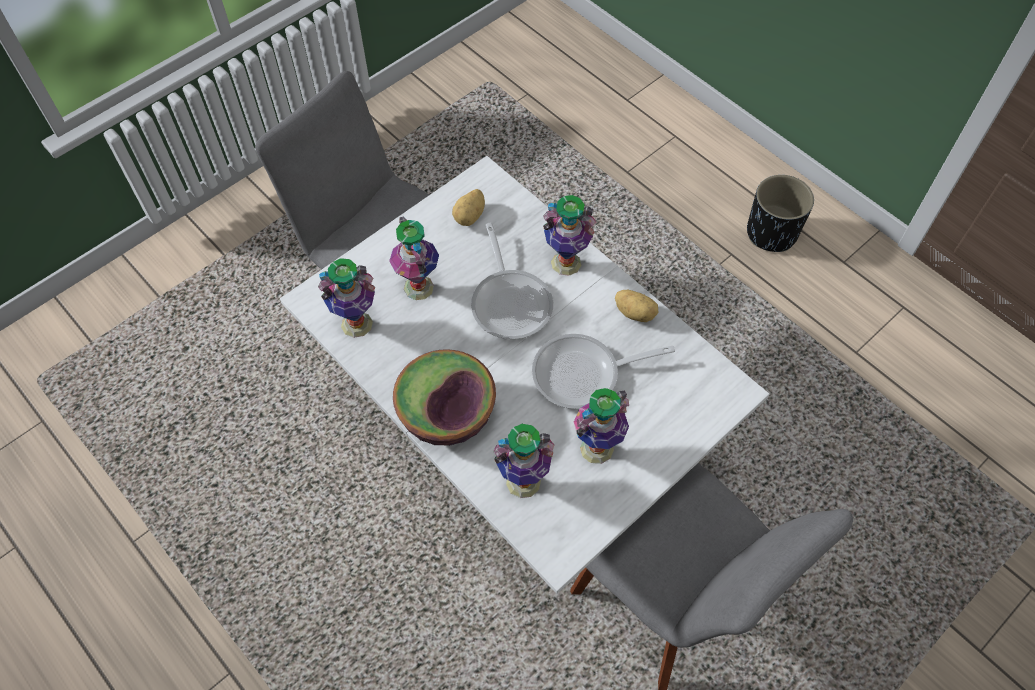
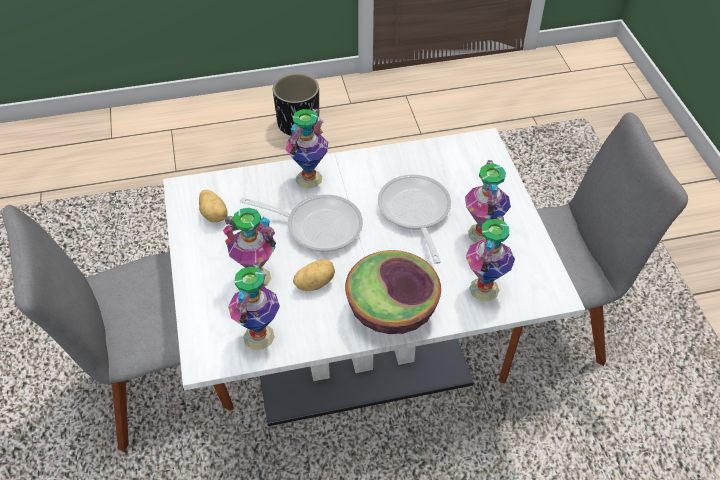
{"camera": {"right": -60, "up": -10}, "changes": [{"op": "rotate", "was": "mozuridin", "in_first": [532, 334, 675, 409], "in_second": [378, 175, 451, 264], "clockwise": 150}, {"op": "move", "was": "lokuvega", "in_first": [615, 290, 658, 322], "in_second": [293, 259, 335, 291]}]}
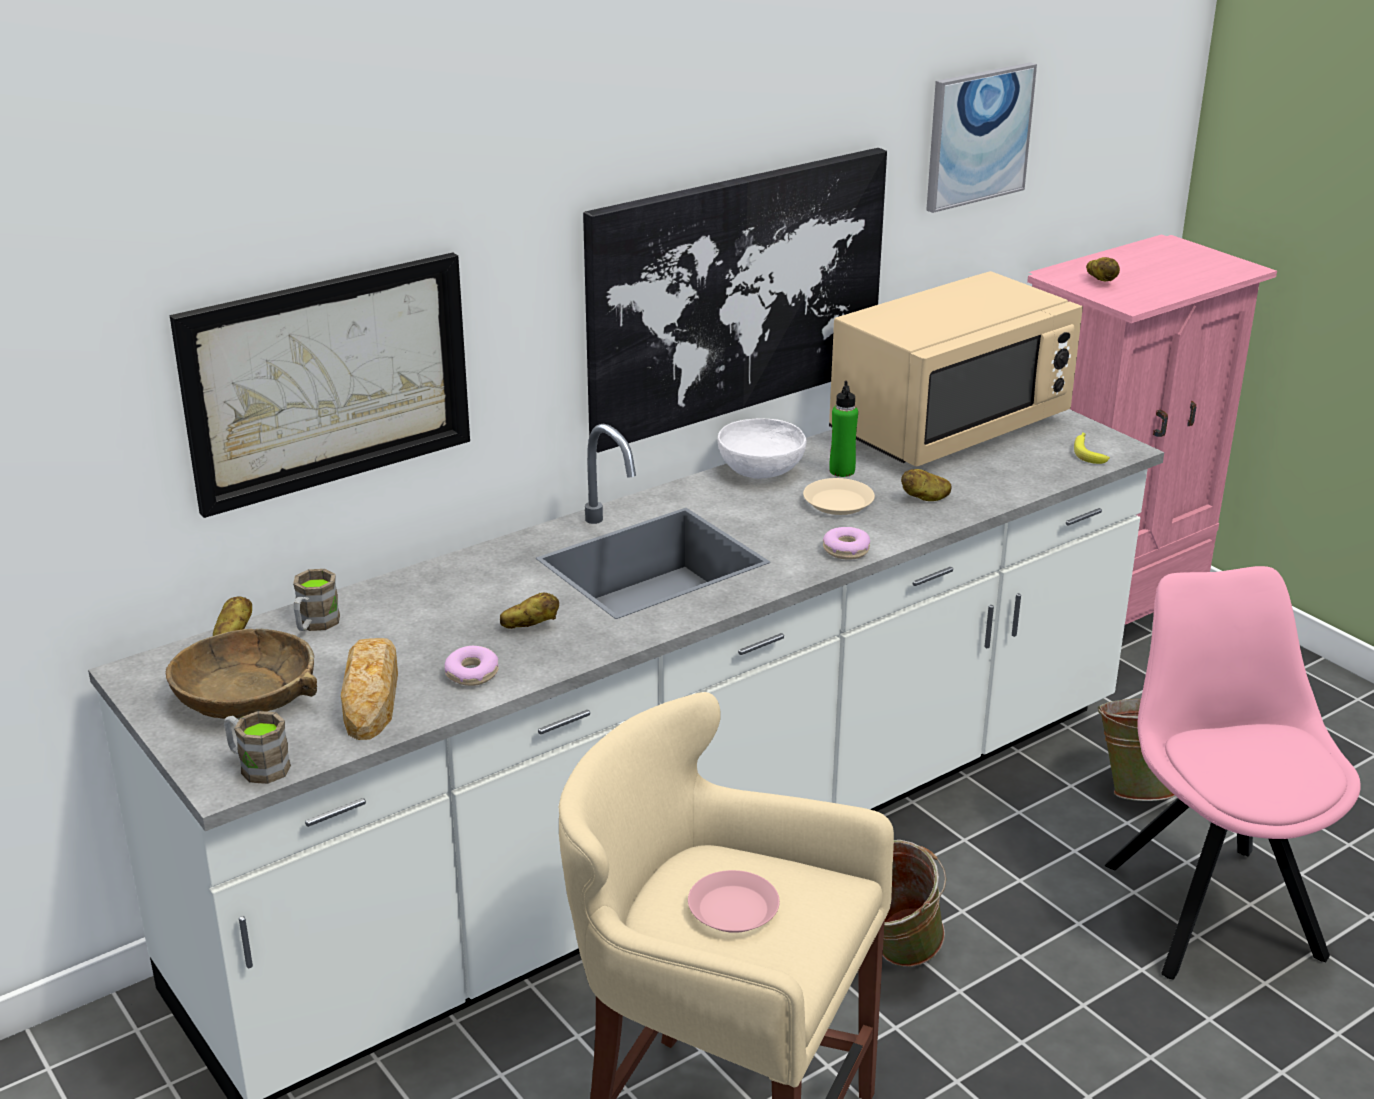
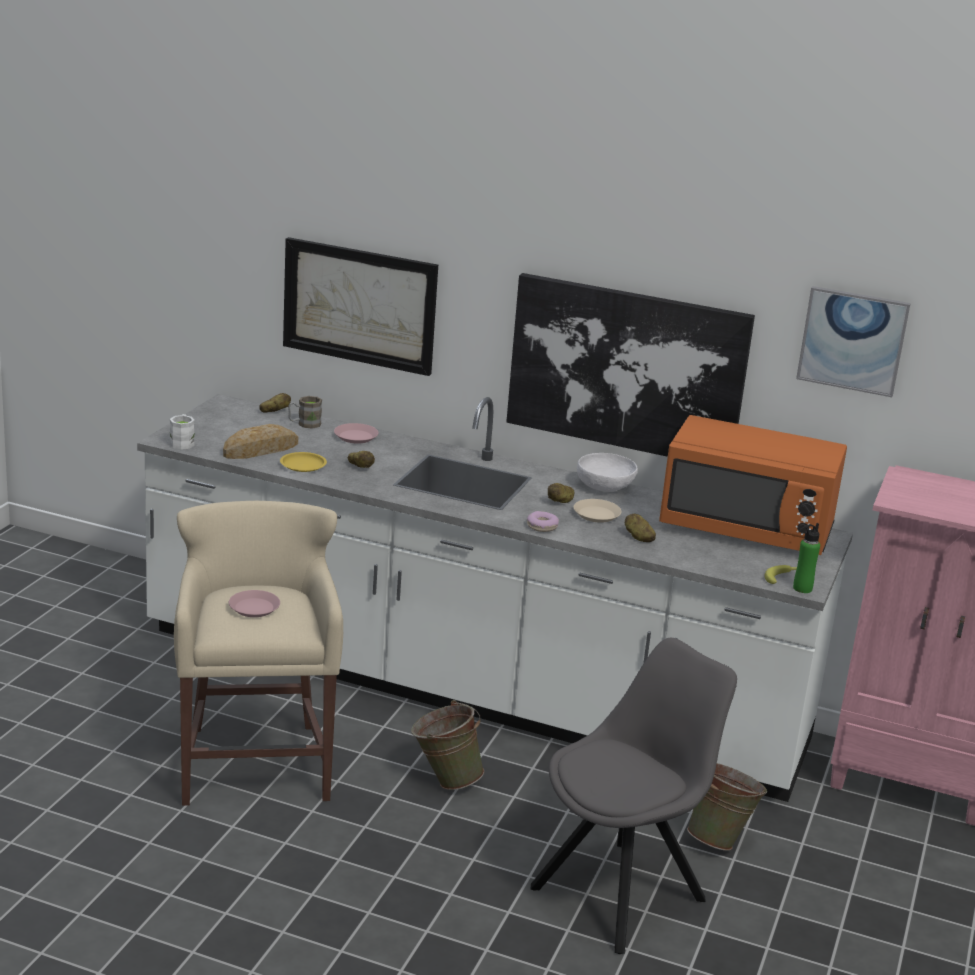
{"camera": {"right": 55, "up": -5}, "changes": [{"op": "delete", "was": "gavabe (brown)", "in_first": [166, 629, 317, 719]}, {"op": "recolor", "was": "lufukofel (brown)", "now": "lufukofel (white)", "in_first": [224, 711, 291, 784], "in_second": [170, 414, 195, 450]}, {"op": "replace", "was": "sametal", "now": "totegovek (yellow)", "in_first": [445, 646, 499, 686], "in_second": [280, 452, 327, 472]}, {"op": "recolor", "was": "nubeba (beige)", "now": "nubeba (orange)", "in_first": [829, 271, 1083, 466], "in_second": [659, 415, 847, 555]}, {"op": "move", "was": "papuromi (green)", "in_first": [829, 381, 858, 477], "in_second": [793, 523, 820, 593]}, {"op": "move", "was": "lokuvega", "in_first": [1086, 257, 1120, 281], "in_second": [548, 483, 574, 503]}, {"op": "recolor", "was": "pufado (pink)", "now": "pufado (grey)", "in_first": [1105, 566, 1361, 980], "in_second": [531, 637, 737, 954]}, {"op": "insert", "now": "totegovek (pink)", "in_second": [334, 423, 378, 444]}]}
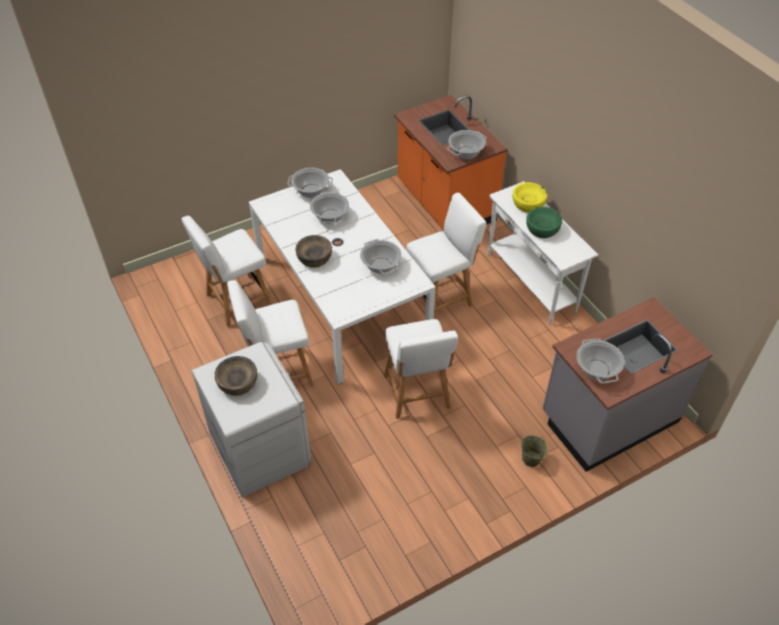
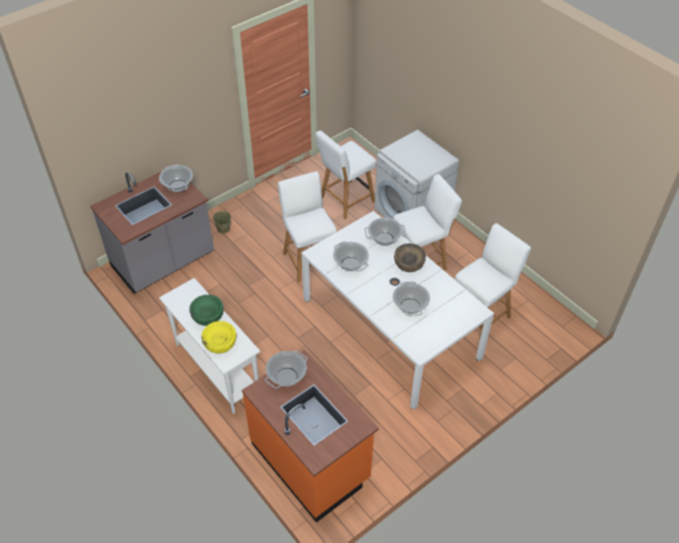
{"camera": {"right": 170, "up": 0}, "changes": [{"op": "delete", "was": "gavabe (brown)", "in_first": [215, 356, 257, 396]}, {"op": "move", "was": "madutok", "in_first": [288, 168, 333, 198], "in_second": [365, 217, 406, 246]}, {"op": "move", "was": "pufado (white)", "in_first": [406, 192, 487, 312], "in_second": [315, 131, 377, 219]}]}
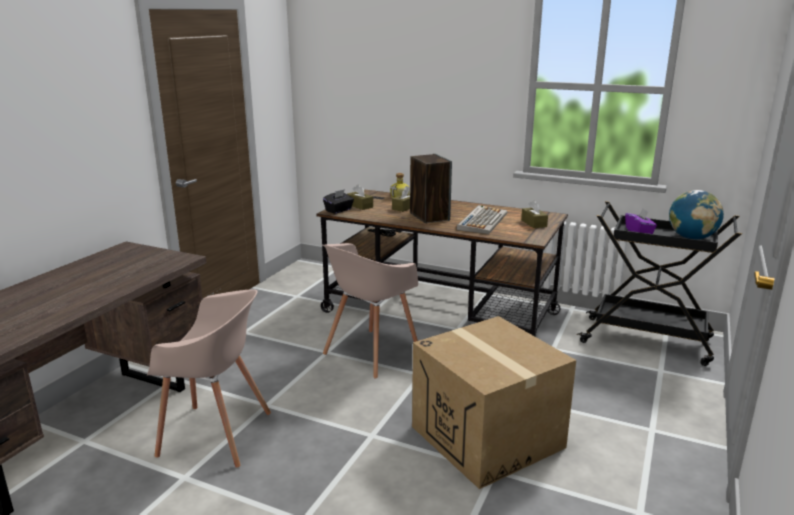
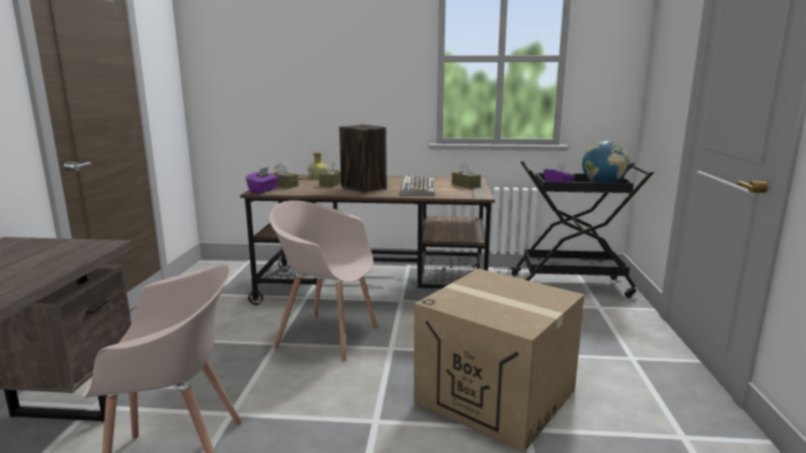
{"camera": {"right": -20, "up": -5}, "changes": [{"op": "recolor", "was": "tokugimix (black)", "now": "tokugimix (purple)", "in_first": [323, 189, 354, 214], "in_second": [246, 167, 279, 193]}, {"op": "rotate", "was": "pufado (beige)", "in_first": [323, 243, 418, 379], "in_second": [269, 200, 378, 361], "clockwise": 90}]}
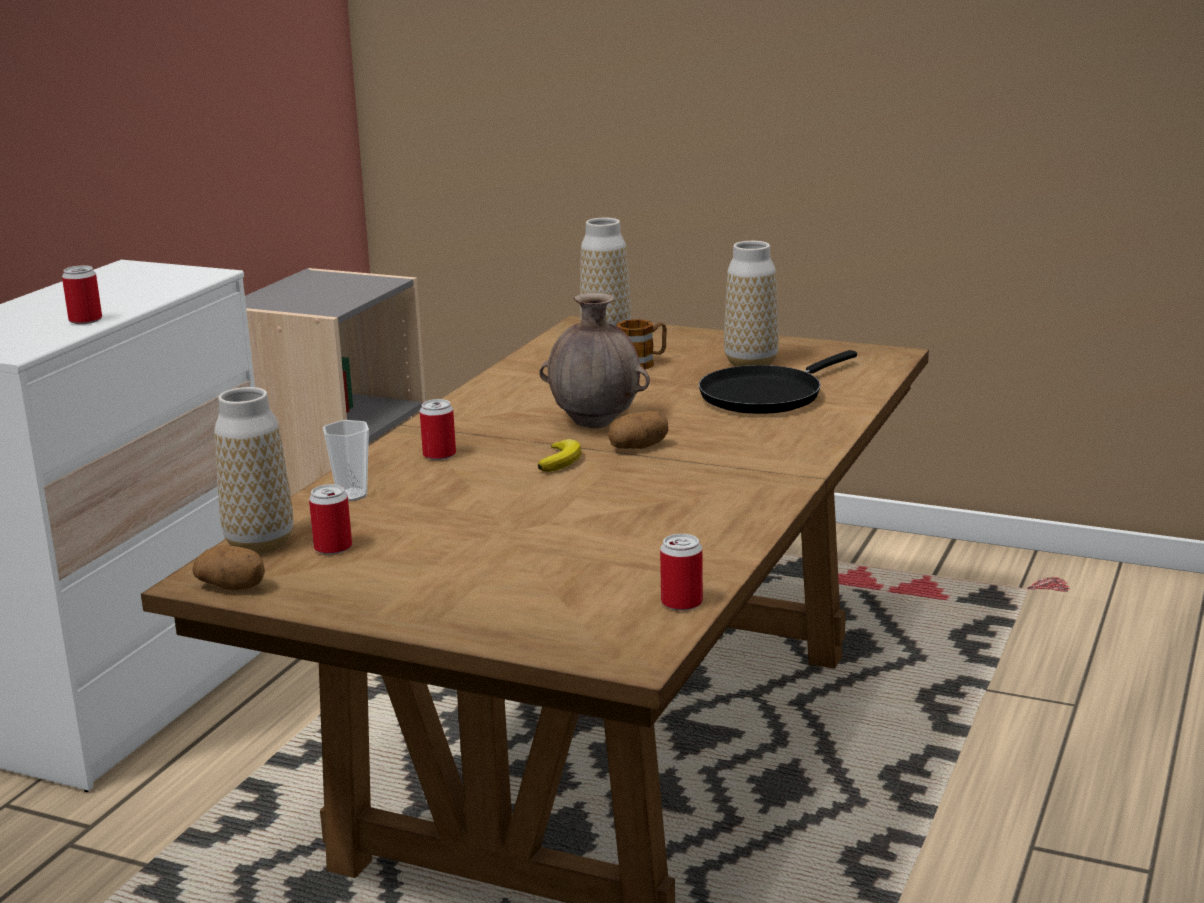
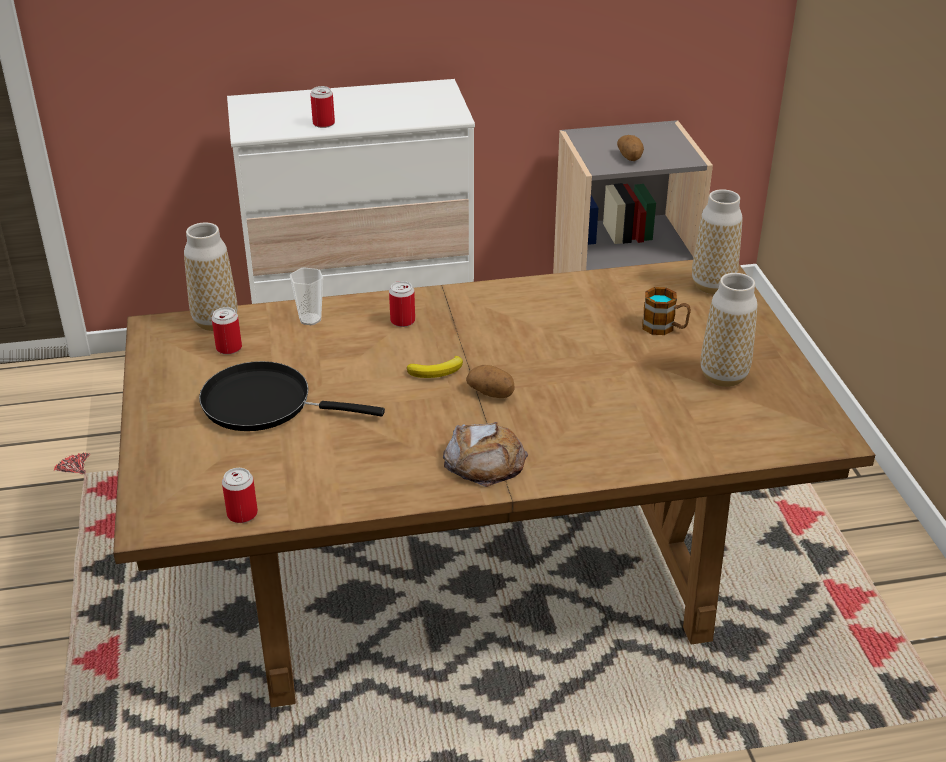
{"camera": {"right": 55, "up": 15}, "changes": [{"op": "move", "was": "lokuvega", "in_first": [193, 545, 265, 590], "in_second": [617, 135, 644, 161]}, {"op": "delete", "was": "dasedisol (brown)", "in_first": [540, 292, 650, 428]}, {"op": "move", "was": "mozuridin (black)", "in_first": [699, 350, 857, 414], "in_second": [199, 361, 385, 431]}, {"op": "insert", "now": "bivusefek", "in_second": [443, 422, 528, 487]}]}
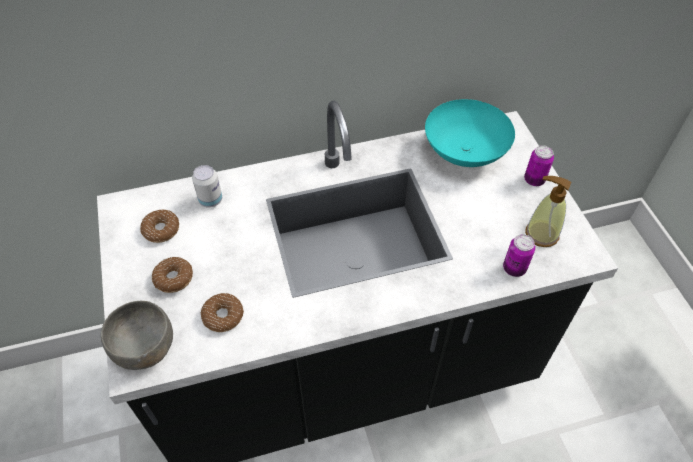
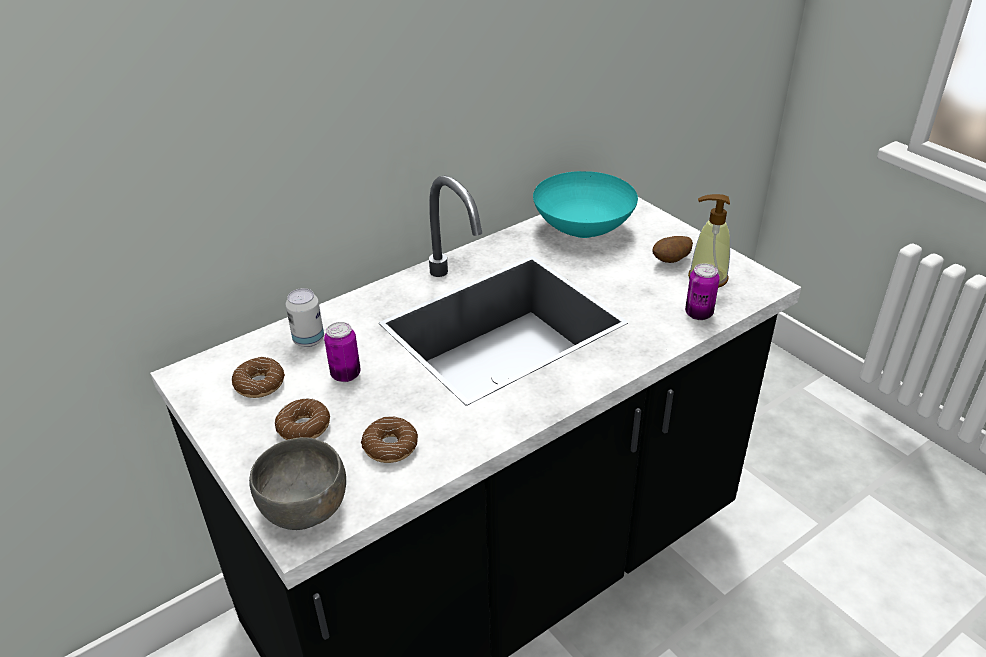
{"camera": {"right": -20, "up": -15}, "changes": [{"op": "move", "was": "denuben", "in_first": [524, 145, 554, 186], "in_second": [324, 322, 361, 382]}, {"op": "insert", "now": "lokuvega", "in_second": [653, 236, 693, 263]}]}
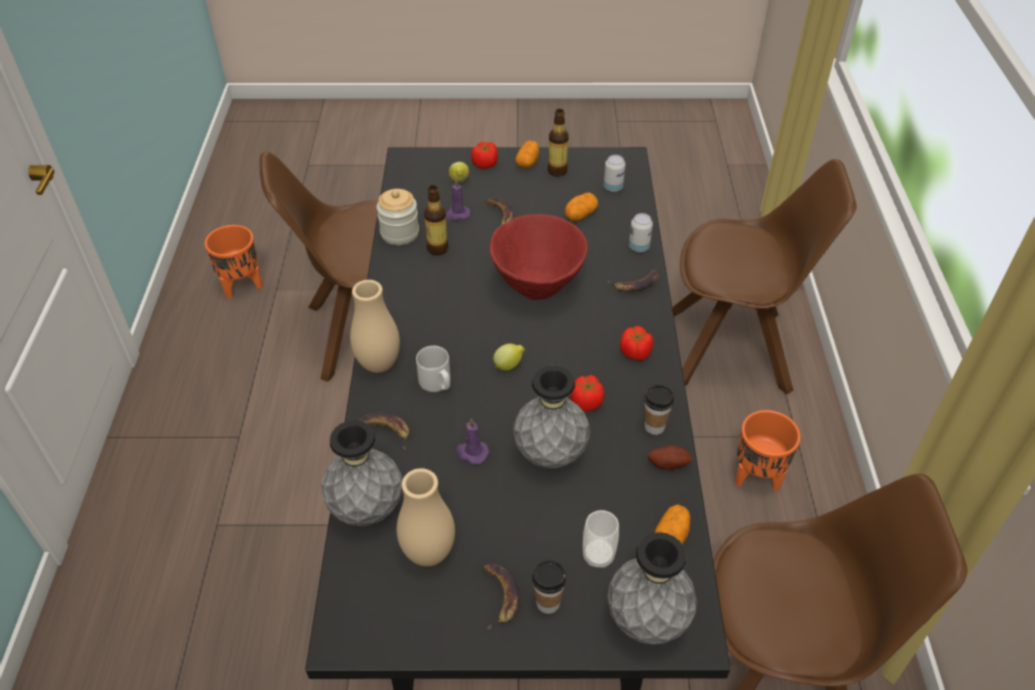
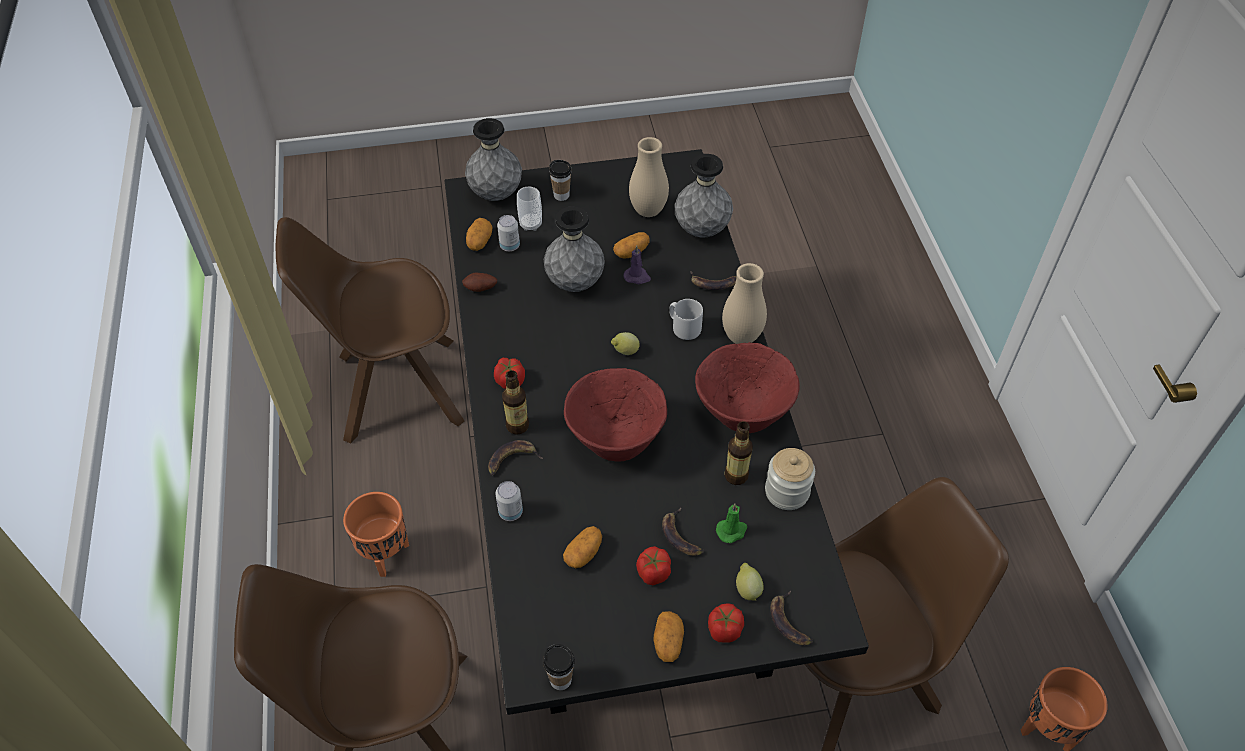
{"camera": {"right": 170, "up": 5}, "changes": [{"op": "recolor", "was": "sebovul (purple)", "now": "sebovul (green)", "in_first": [446, 179, 471, 221], "in_second": [716, 503, 747, 543]}, {"op": "move", "was": "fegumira", "in_first": [482, 564, 519, 629], "in_second": [770, 591, 813, 645]}, {"op": "move", "was": "papuromi", "in_first": [548, 109, 569, 177], "in_second": [502, 370, 529, 435]}, {"op": "move", "was": "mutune", "in_first": [570, 375, 604, 412], "in_second": [636, 546, 671, 585]}, {"op": "move", "was": "denuben", "in_first": [604, 155, 625, 192], "in_second": [497, 215, 520, 251]}, {"op": "move", "was": "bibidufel", "in_first": [644, 385, 674, 435], "in_second": [543, 644, 575, 690]}, {"op": "insert", "now": "lokuvega", "in_second": [613, 232, 649, 259]}, {"op": "insert", "now": "gavabe (red)", "in_second": [695, 342, 800, 433]}]}
